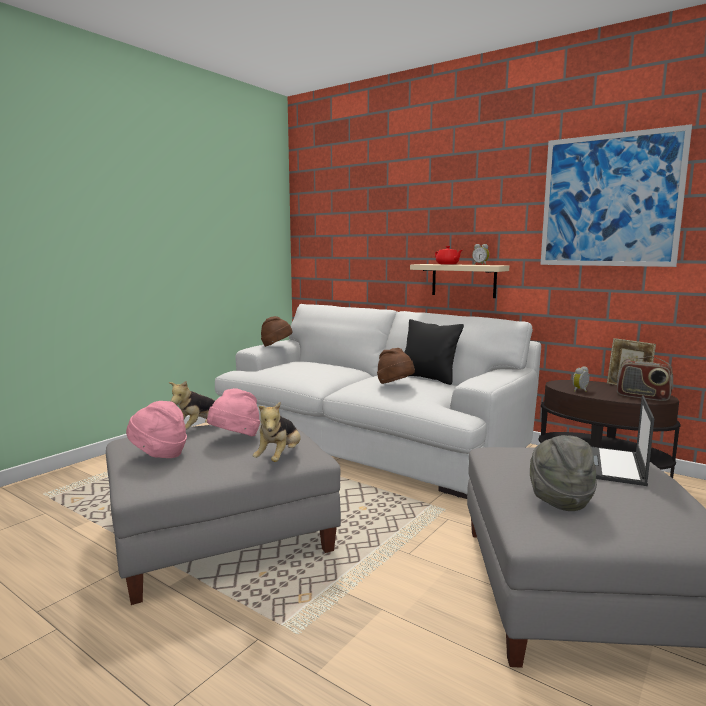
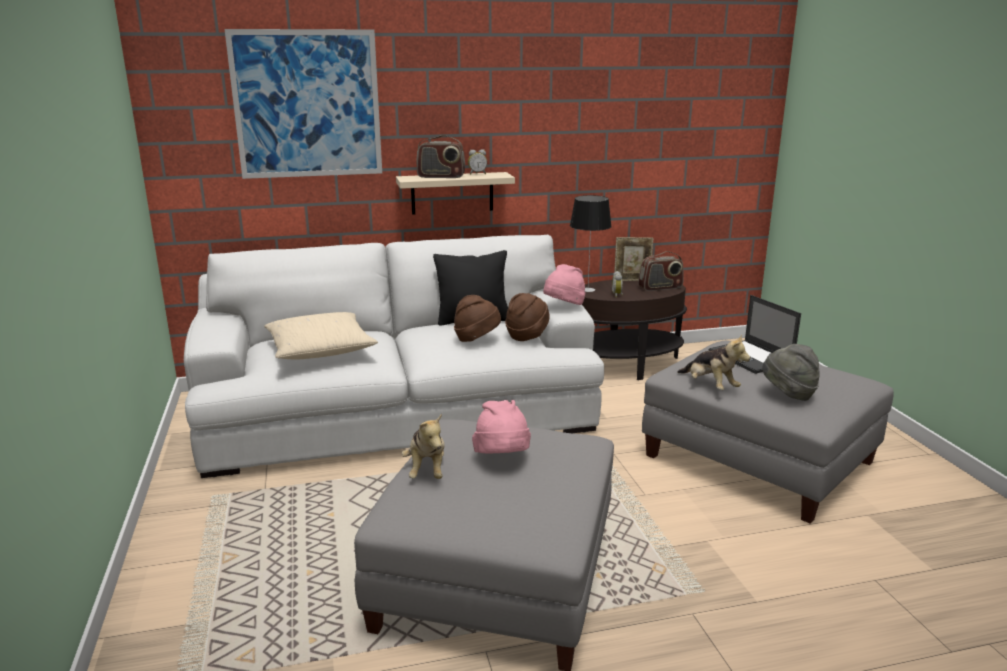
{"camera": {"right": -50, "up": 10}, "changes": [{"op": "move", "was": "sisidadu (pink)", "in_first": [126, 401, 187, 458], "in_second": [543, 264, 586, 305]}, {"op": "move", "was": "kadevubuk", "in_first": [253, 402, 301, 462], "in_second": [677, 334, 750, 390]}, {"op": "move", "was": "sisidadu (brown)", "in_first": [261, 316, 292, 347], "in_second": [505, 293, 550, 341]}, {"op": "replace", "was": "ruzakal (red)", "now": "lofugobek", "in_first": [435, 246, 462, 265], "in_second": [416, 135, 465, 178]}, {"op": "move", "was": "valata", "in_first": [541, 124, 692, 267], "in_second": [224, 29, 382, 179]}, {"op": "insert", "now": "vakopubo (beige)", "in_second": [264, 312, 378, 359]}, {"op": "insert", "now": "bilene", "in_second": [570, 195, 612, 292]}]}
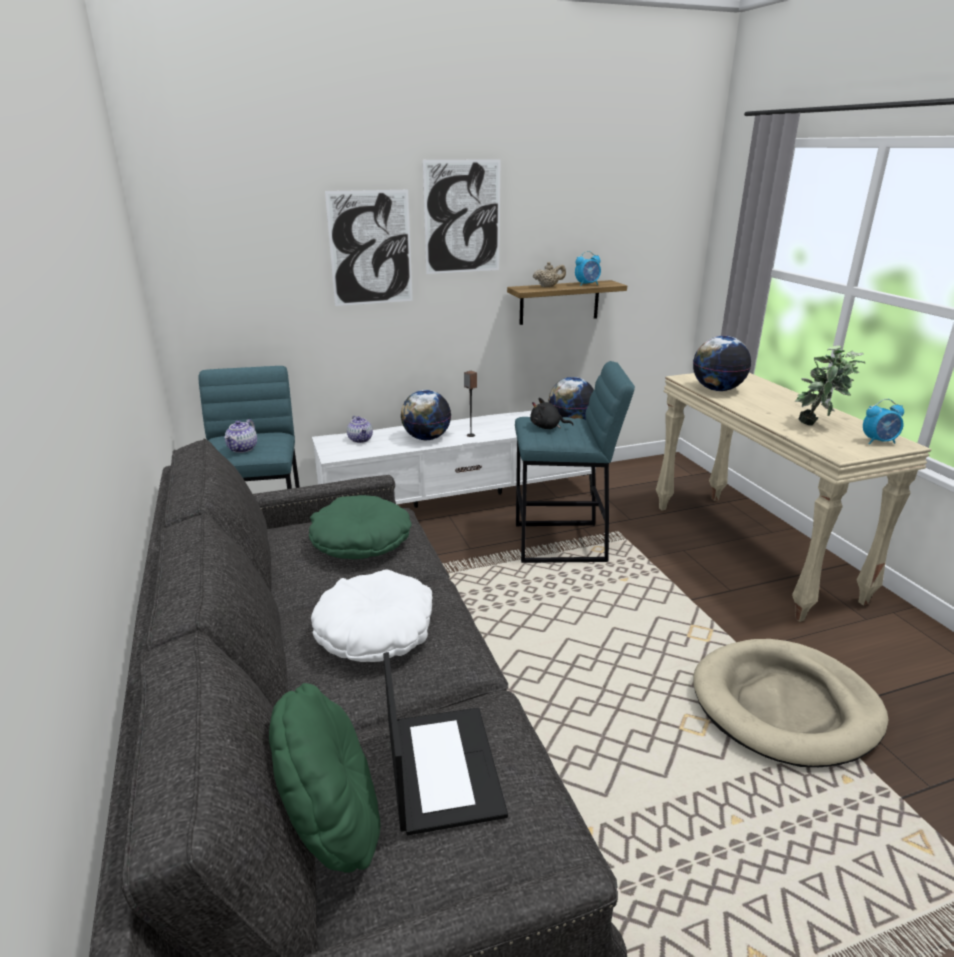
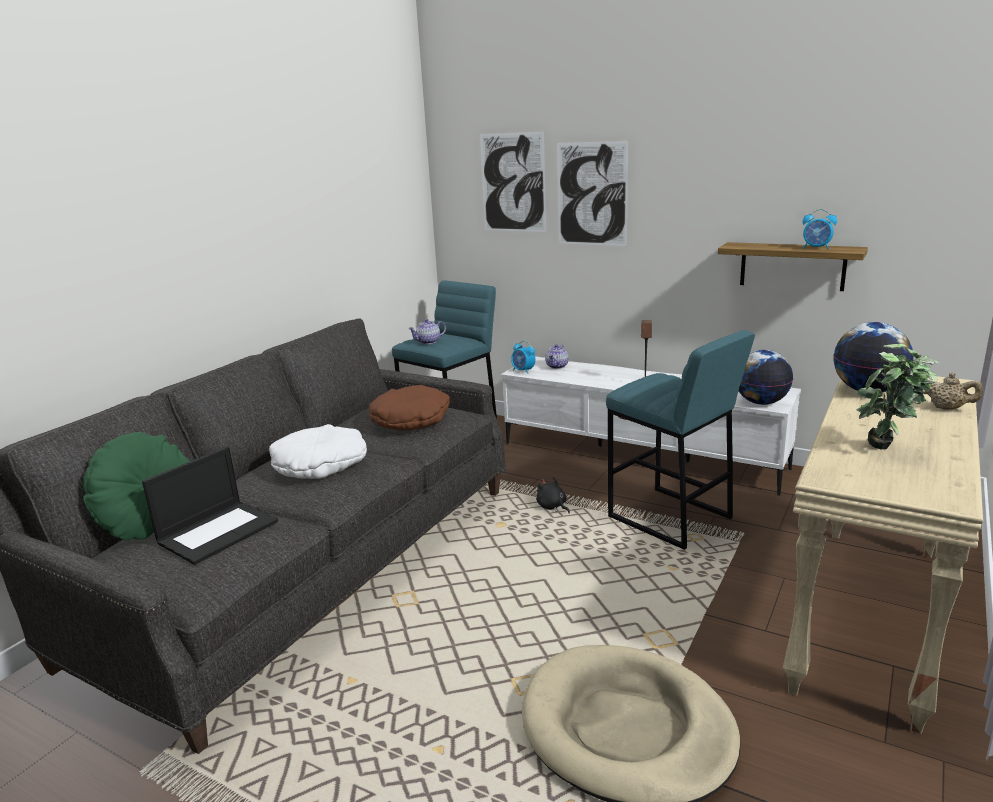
{"camera": {"right": 50, "up": -5}, "changes": [{"op": "recolor", "was": "vakopubo (green)", "now": "vakopubo (brown)", "in_first": [309, 495, 412, 559], "in_second": [369, 385, 450, 430]}, {"op": "delete", "was": "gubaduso", "in_first": [401, 390, 451, 440]}, {"op": "move", "was": "valata", "in_first": [423, 159, 501, 274], "in_second": [480, 132, 546, 232]}, {"op": "move", "was": "kadevubuk (black)", "in_first": [530, 398, 573, 429], "in_second": [536, 477, 570, 514]}, {"op": "move", "was": "ruzakal (beige)", "in_first": [533, 262, 566, 287], "in_second": [922, 373, 983, 410]}, {"op": "move", "was": "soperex", "in_first": [863, 399, 904, 445], "in_second": [511, 340, 536, 374]}]}
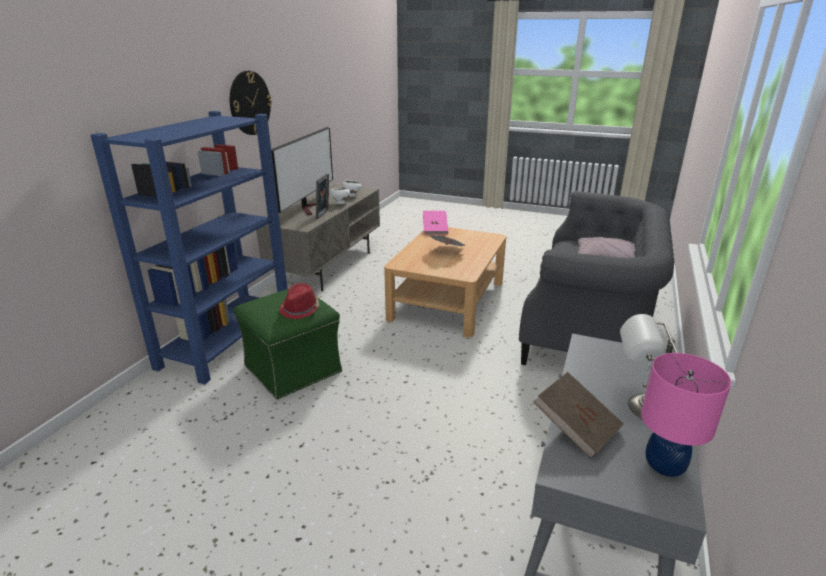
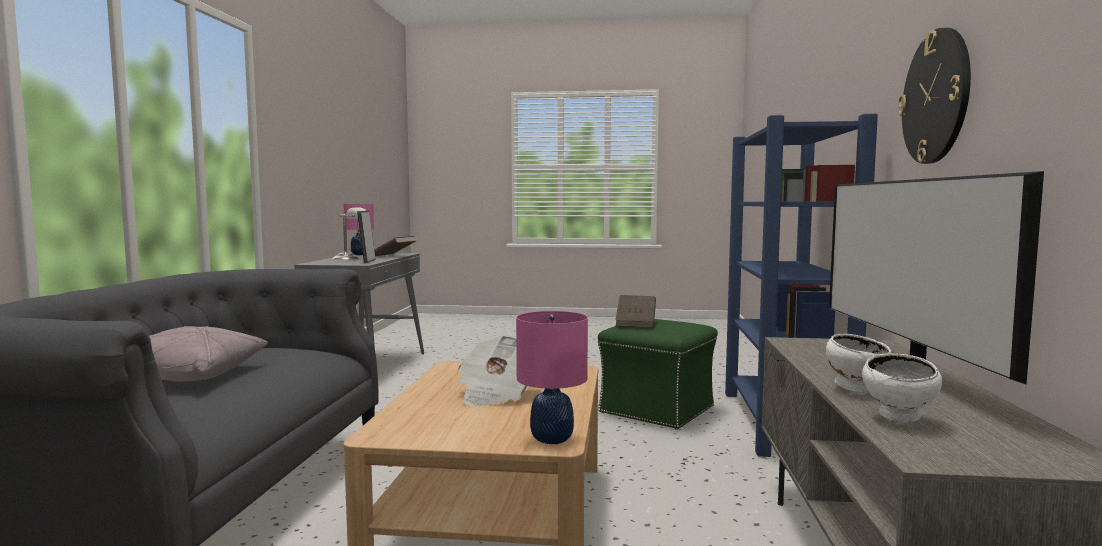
{"camera": {"right": 165, "up": -20}, "changes": [{"op": "replace", "was": "sisidadu (red)", "now": "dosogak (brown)", "in_first": [279, 283, 320, 319], "in_second": [616, 295, 656, 328]}, {"op": "move", "was": "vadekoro", "in_first": [316, 173, 329, 219], "in_second": [357, 211, 376, 263]}, {"op": "replace", "was": "dosogak (pink)", "now": "bilene (pink)", "in_first": [423, 211, 448, 234], "in_second": [516, 311, 588, 444]}]}
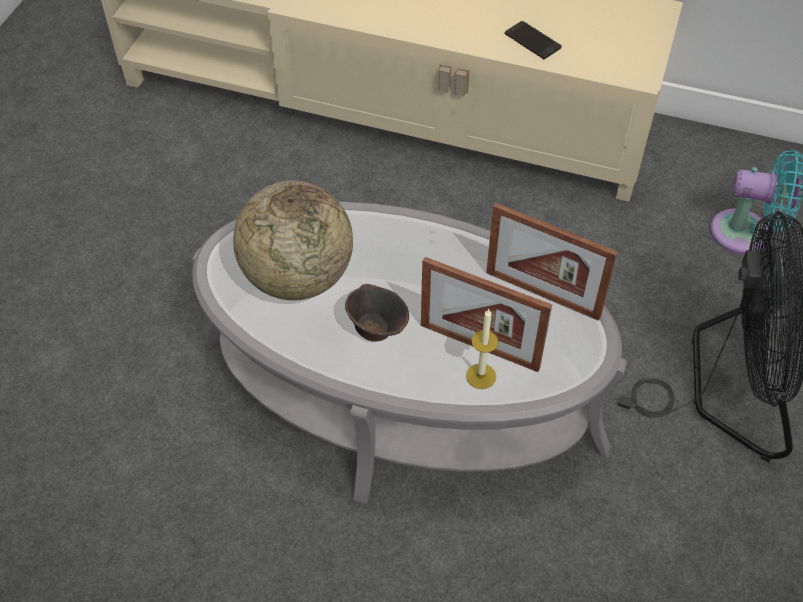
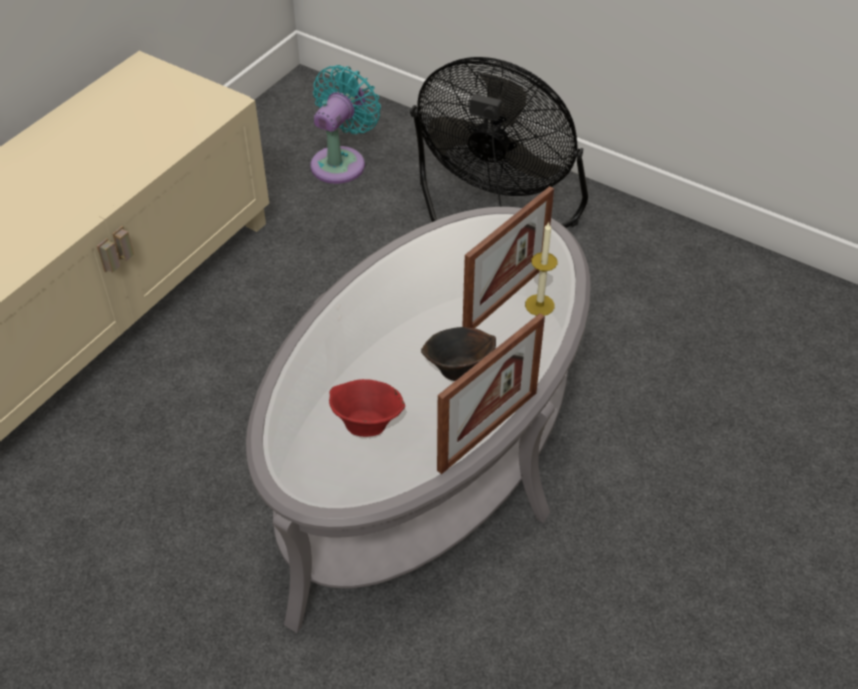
{"camera": {"right": -75, "up": -5}, "changes": [{"op": "replace", "was": "gubaduso", "now": "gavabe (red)", "in_first": [233, 181, 353, 301], "in_second": [329, 379, 405, 437]}, {"op": "move", "was": "vadekoro", "in_first": [486, 203, 618, 321], "in_second": [437, 313, 545, 474]}, {"op": "delete", "was": "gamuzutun", "in_first": [505, 21, 562, 59]}]}
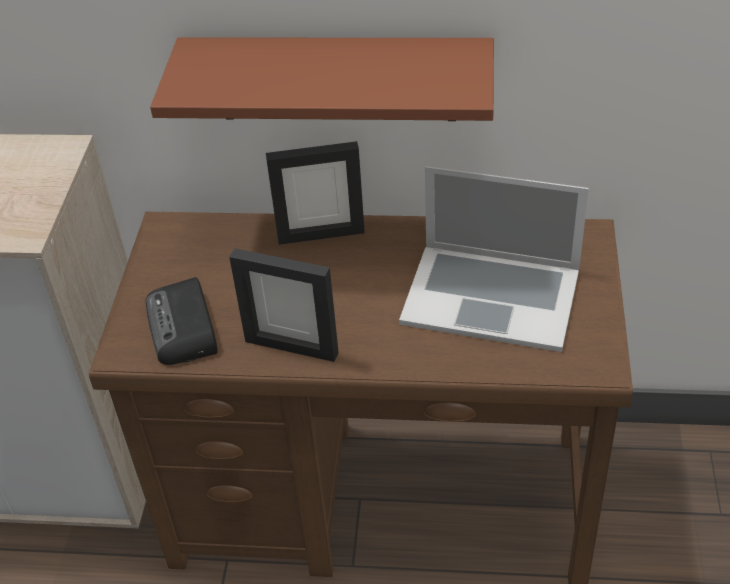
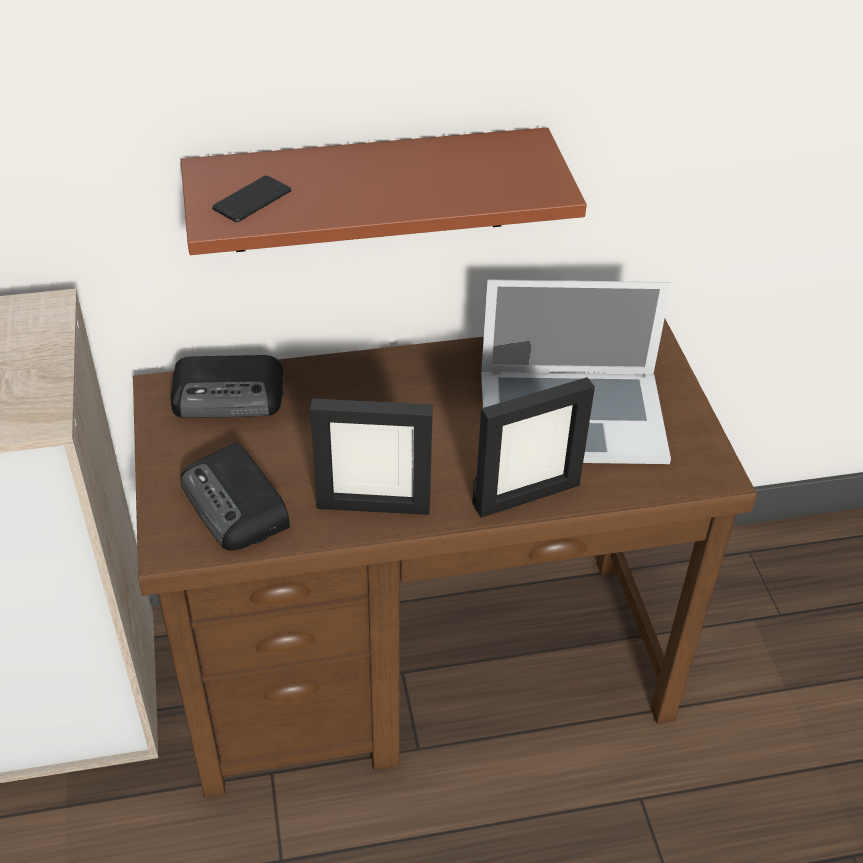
{"camera": {"right": -20, "up": 0}, "changes": [{"op": "move", "was": "vadekoro", "in_first": [266, 141, 365, 245], "in_second": [472, 377, 595, 518]}, {"op": "insert", "now": "lofugobek", "in_second": [171, 355, 283, 418]}, {"op": "insert", "now": "gamuzutun", "in_second": [212, 176, 292, 222]}]}
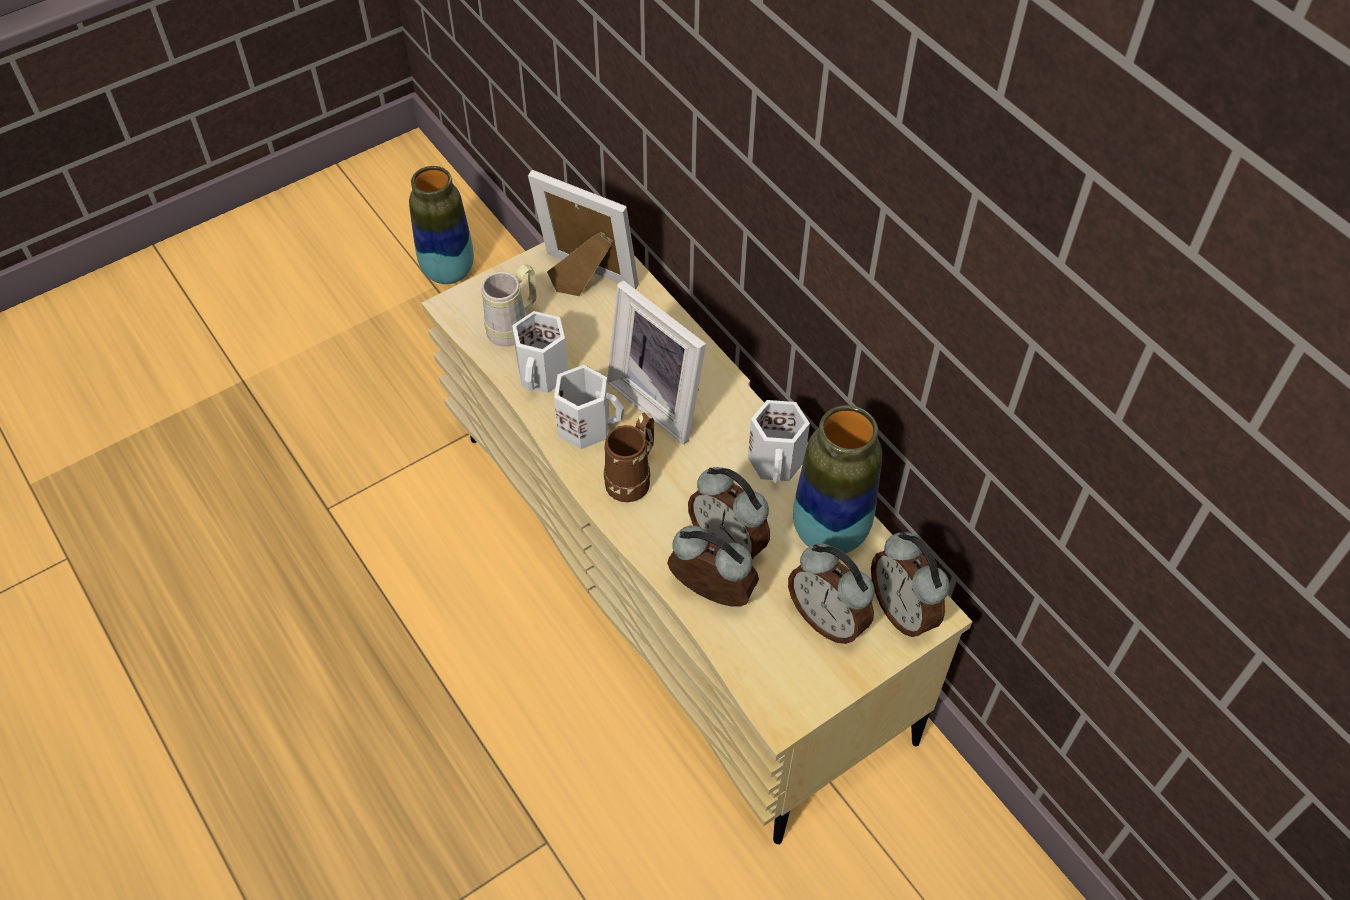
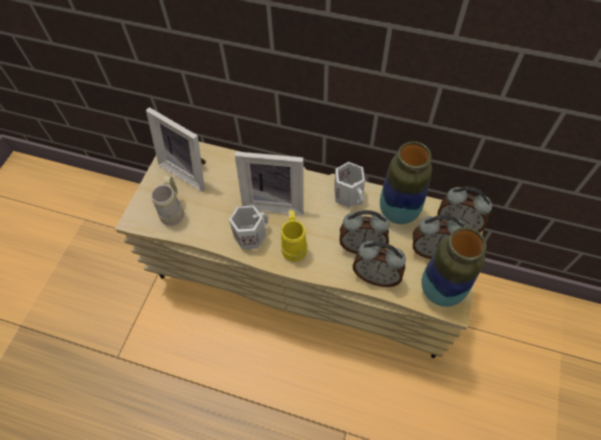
{"camera": {"right": -35, "up": 5}, "changes": [{"op": "move", "was": "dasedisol", "in_first": [409, 166, 474, 284], "in_second": [421, 227, 487, 307]}, {"op": "delete", "was": "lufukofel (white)", "in_first": [512, 311, 568, 393]}, {"op": "rotate", "was": "vadekoro", "in_first": [528, 170, 639, 296], "in_second": [146, 107, 206, 191], "clockwise": -135}, {"op": "recolor", "was": "lufukofel (brown)", "now": "lufukofel (yellow)", "in_first": [604, 412, 655, 502], "in_second": [281, 209, 307, 262]}, {"op": "rotate", "was": "soperex", "in_first": [667, 525, 759, 607], "in_second": [353, 241, 406, 287], "clockwise": -150}]}
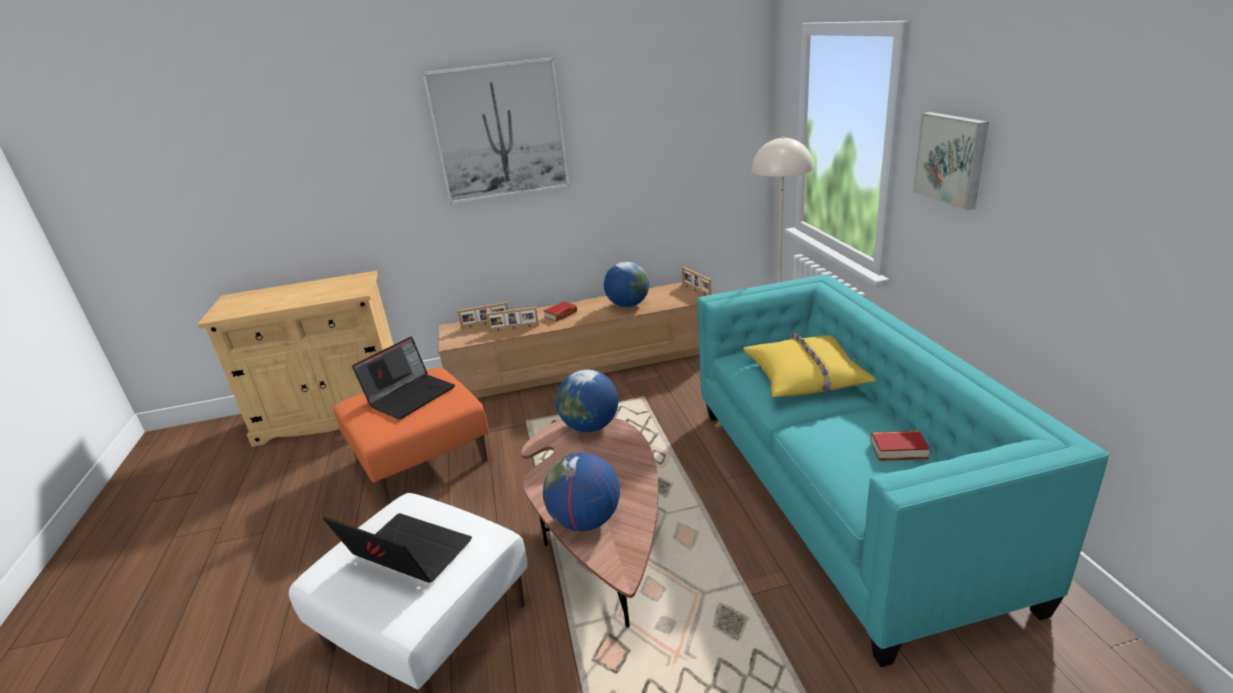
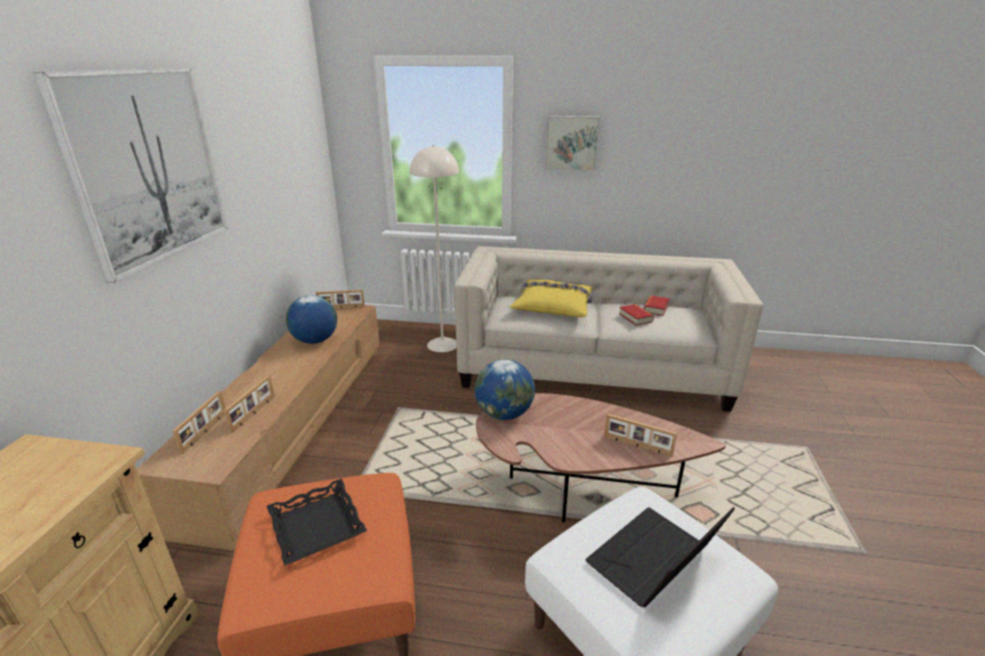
{"camera": {"right": -70, "up": 0}, "changes": [{"op": "replace", "was": "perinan", "now": "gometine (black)", "in_first": [352, 336, 455, 420], "in_second": [267, 478, 367, 565]}, {"op": "replace", "was": "gubaduso", "now": "vadekoro", "in_first": [543, 452, 620, 531], "in_second": [604, 414, 677, 457]}, {"op": "move", "was": "dosogak", "in_first": [544, 301, 577, 321], "in_second": [619, 304, 654, 326]}, {"op": "recolor", "was": "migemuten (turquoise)", "now": "migemuten (beige)", "in_first": [697, 274, 1109, 667], "in_second": [454, 246, 763, 412]}]}
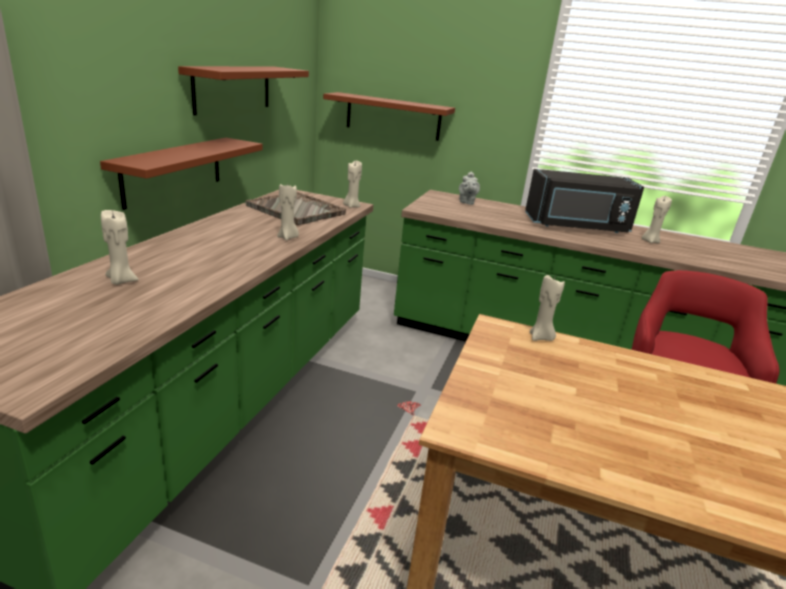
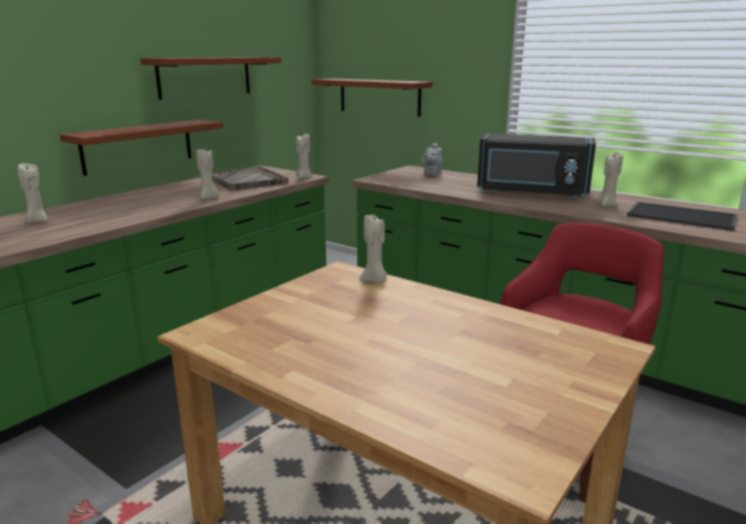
{"camera": {"right": 20, "up": -5}, "changes": [{"op": "insert", "now": "gometine", "in_second": [627, 202, 737, 231]}]}
